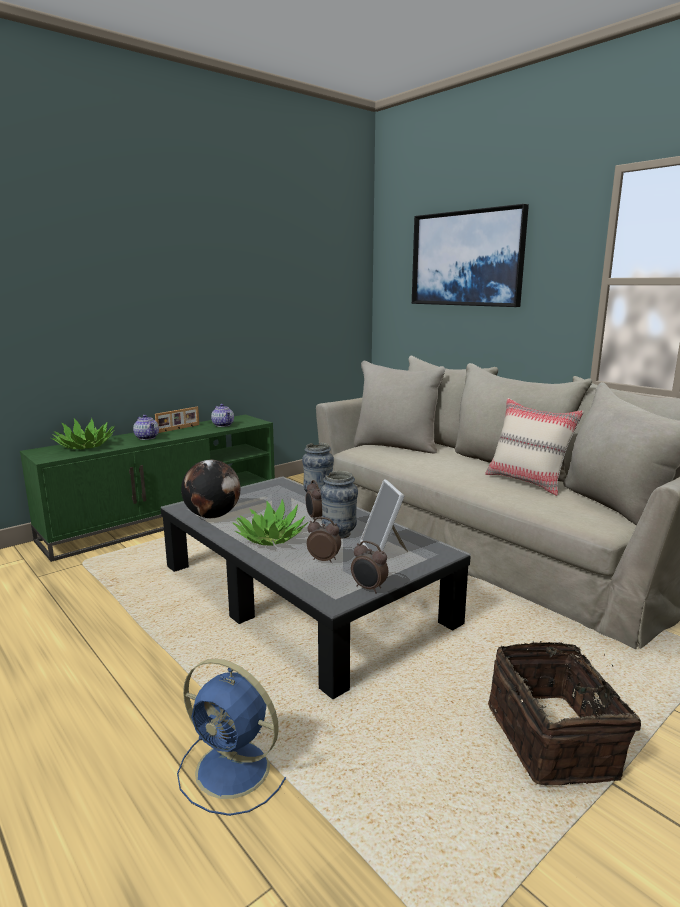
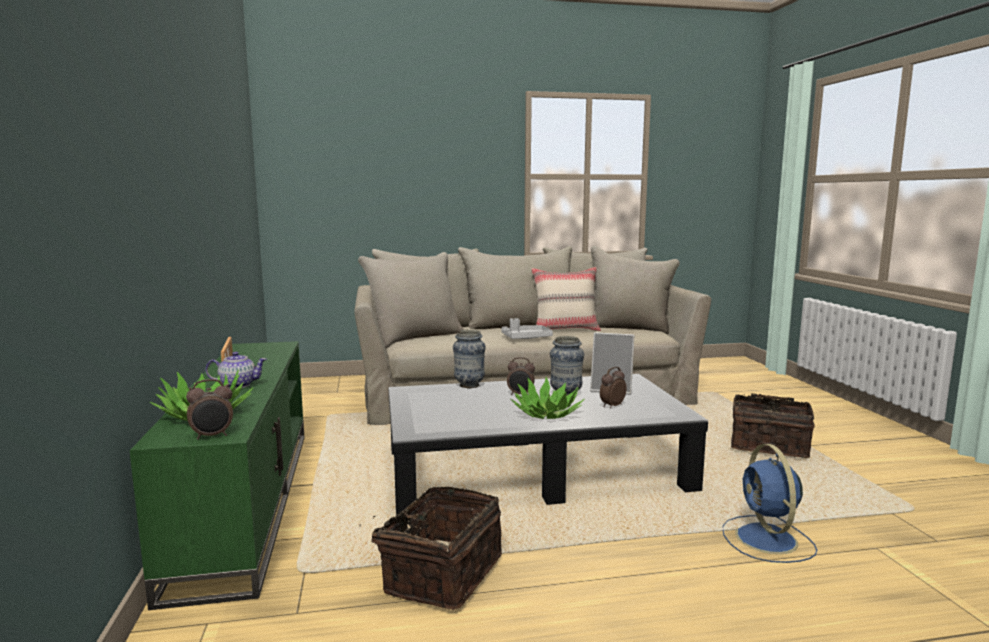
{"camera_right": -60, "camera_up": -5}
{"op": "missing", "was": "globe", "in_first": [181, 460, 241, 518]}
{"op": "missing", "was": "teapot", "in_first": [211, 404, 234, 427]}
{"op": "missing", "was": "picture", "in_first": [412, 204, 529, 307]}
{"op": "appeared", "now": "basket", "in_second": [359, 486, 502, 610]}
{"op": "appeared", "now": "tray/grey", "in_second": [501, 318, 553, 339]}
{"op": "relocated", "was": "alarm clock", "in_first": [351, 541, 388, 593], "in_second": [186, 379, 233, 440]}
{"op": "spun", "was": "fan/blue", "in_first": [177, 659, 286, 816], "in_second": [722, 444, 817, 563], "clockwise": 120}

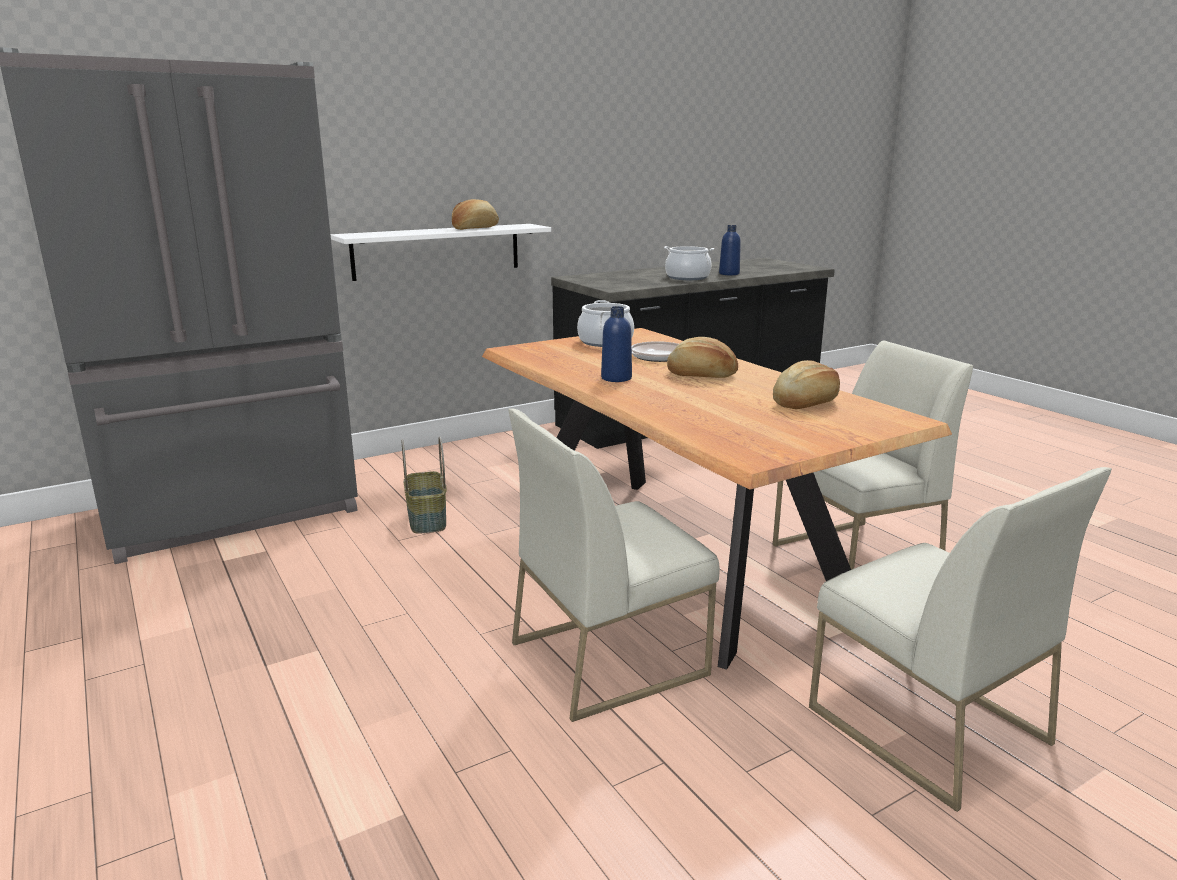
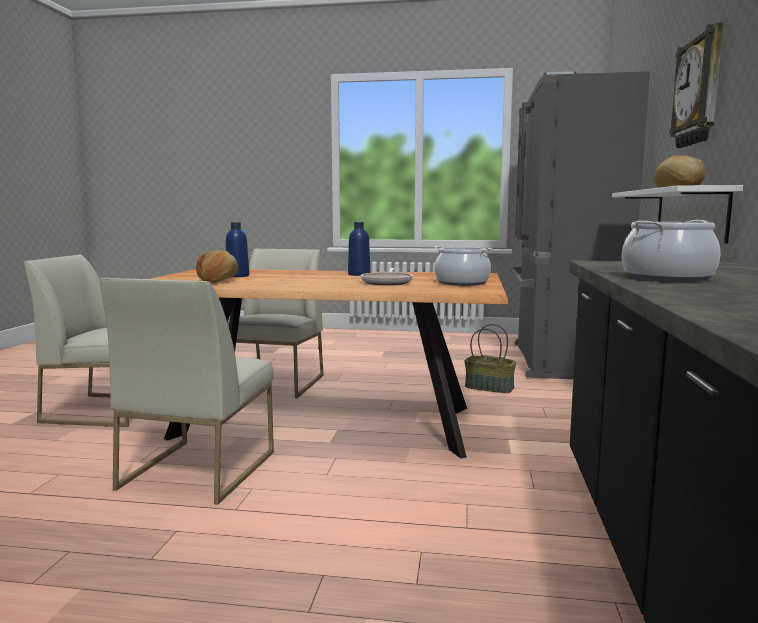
{"camera_right": 130, "camera_up": -10}
{"op": "missing", "was": "bread", "in_first": [667, 337, 738, 378]}
{"op": "appeared", "now": "wall clock", "in_second": [669, 23, 723, 148]}
{"op": "relocated", "was": "bottle/blue", "in_first": [719, 225, 741, 275], "in_second": [226, 222, 249, 277]}

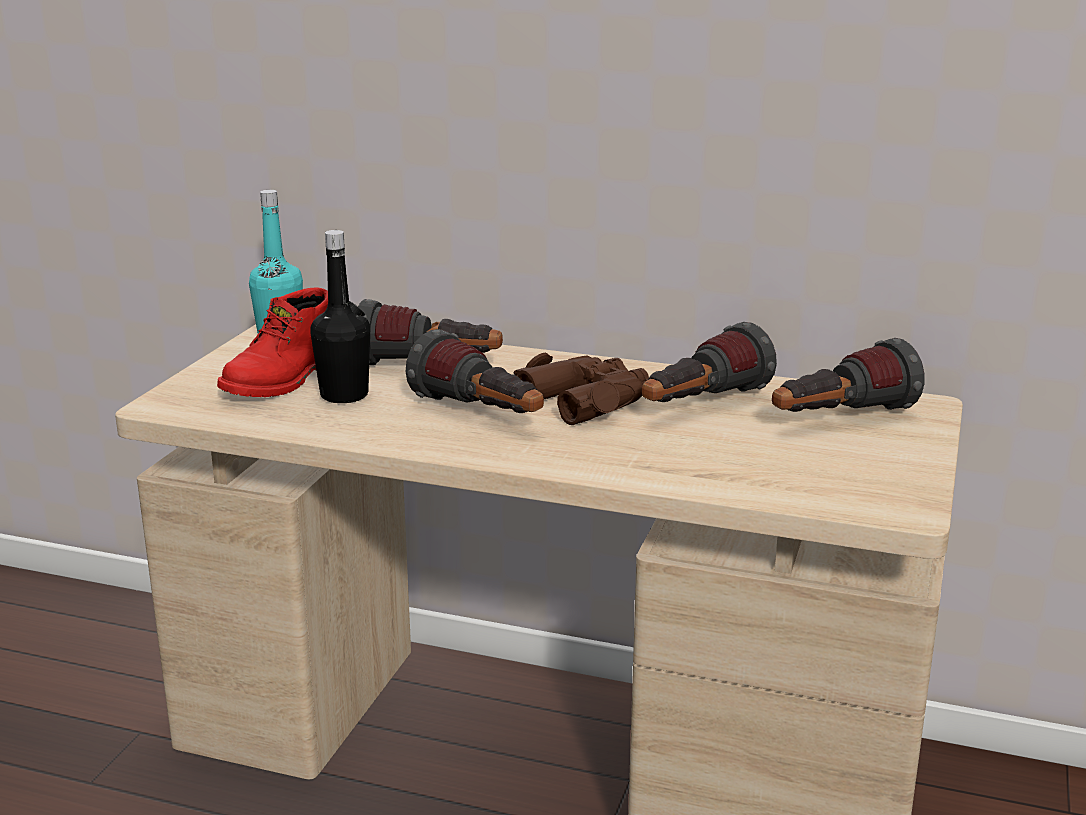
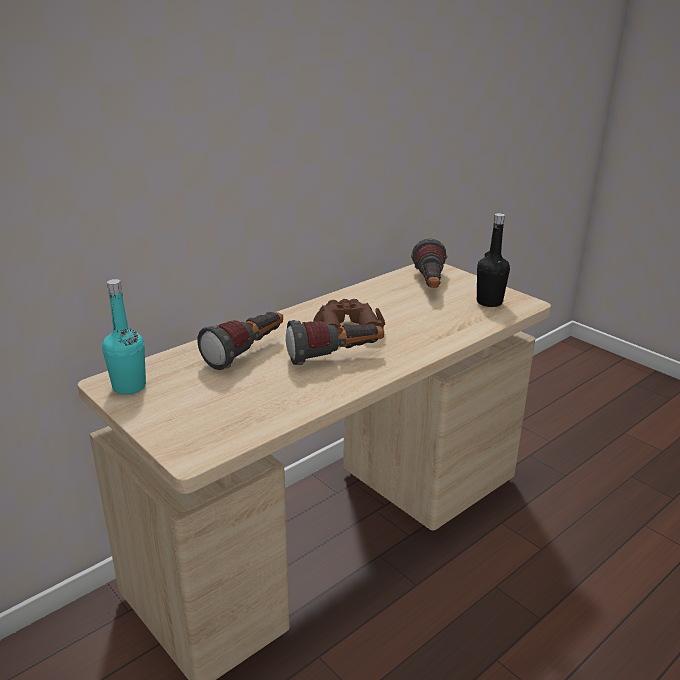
{"camera_right": -60, "camera_up": 5}
{"op": "missing", "was": "boot/red", "in_first": [217, 287, 328, 397]}
{"op": "missing", "was": "flashlight", "in_first": [642, 322, 777, 402]}
{"op": "relocated", "was": "bottle/black", "in_first": [310, 230, 370, 403], "in_second": [477, 213, 510, 307]}

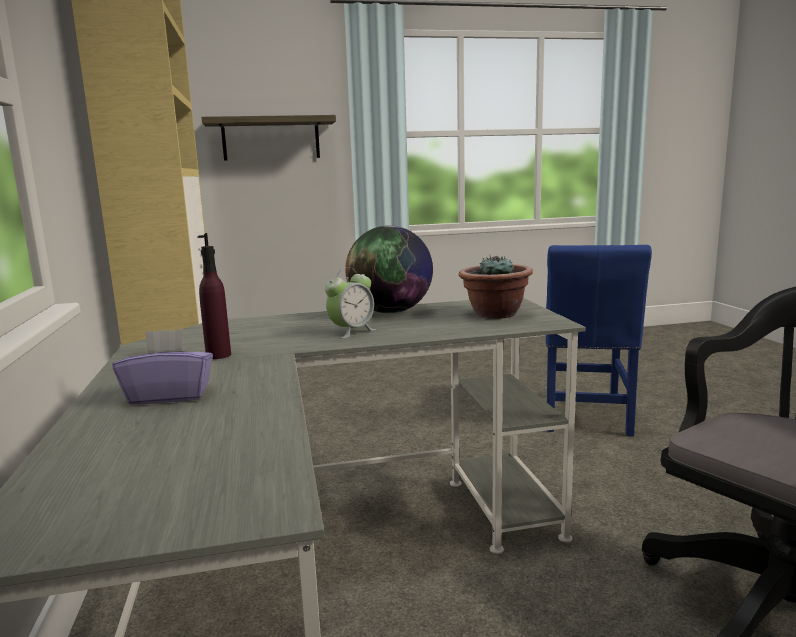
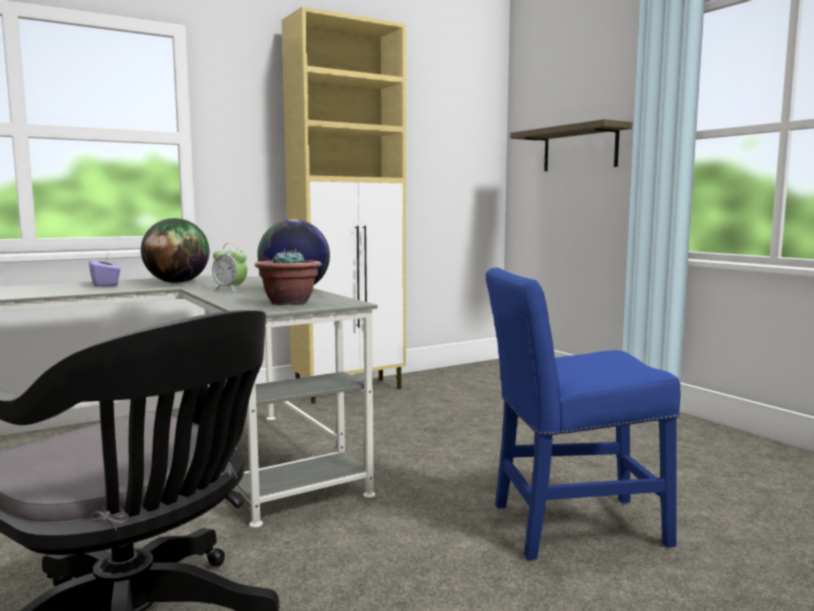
{"camera_right": 70, "camera_up": -5}
{"op": "exchanged", "was": "bottle/purple", "now": "globe", "in_first": [199, 246, 231, 359], "in_second": [141, 218, 209, 283]}

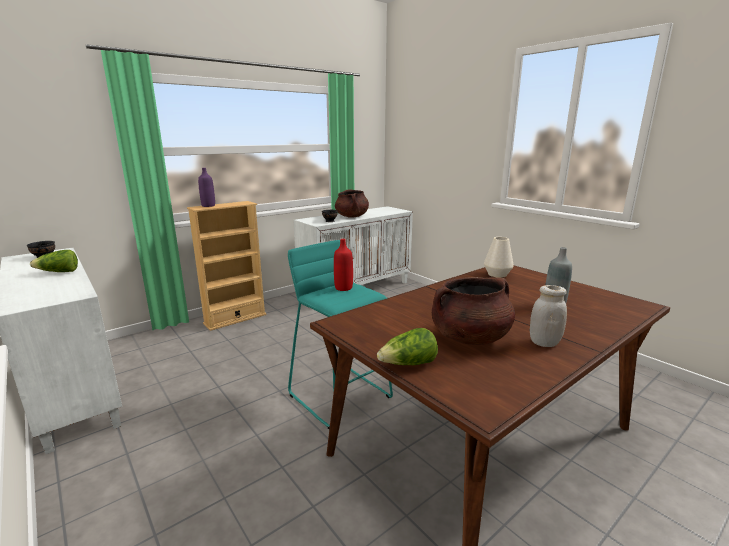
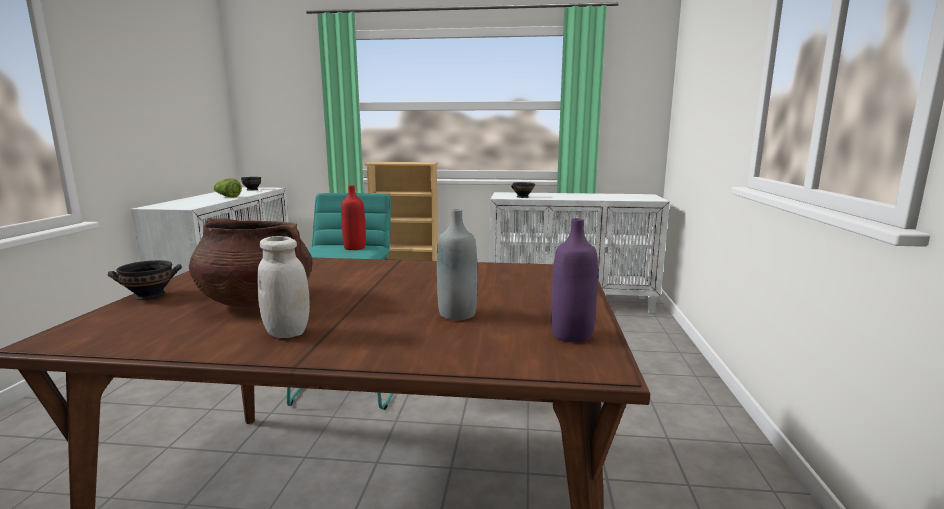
{"camera_right": 45, "camera_up": -5}
{"op": "missing", "was": "cooking pot/brown", "in_first": [335, 189, 369, 218]}
{"op": "missing", "was": "vase/white", "in_first": [484, 237, 514, 278]}
{"op": "relocated", "was": "bottle/purple", "in_first": [198, 168, 215, 207], "in_second": [551, 218, 598, 342]}
{"op": "exchanged", "was": "lettuce", "now": "bowl/black", "in_first": [377, 328, 438, 365], "in_second": [108, 260, 182, 300]}

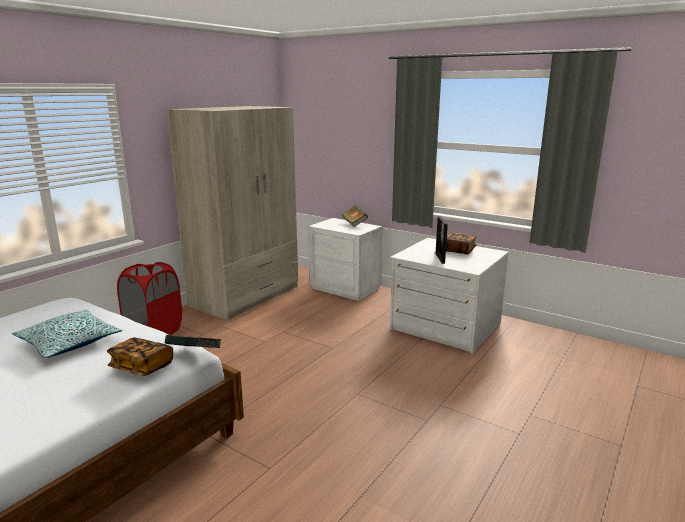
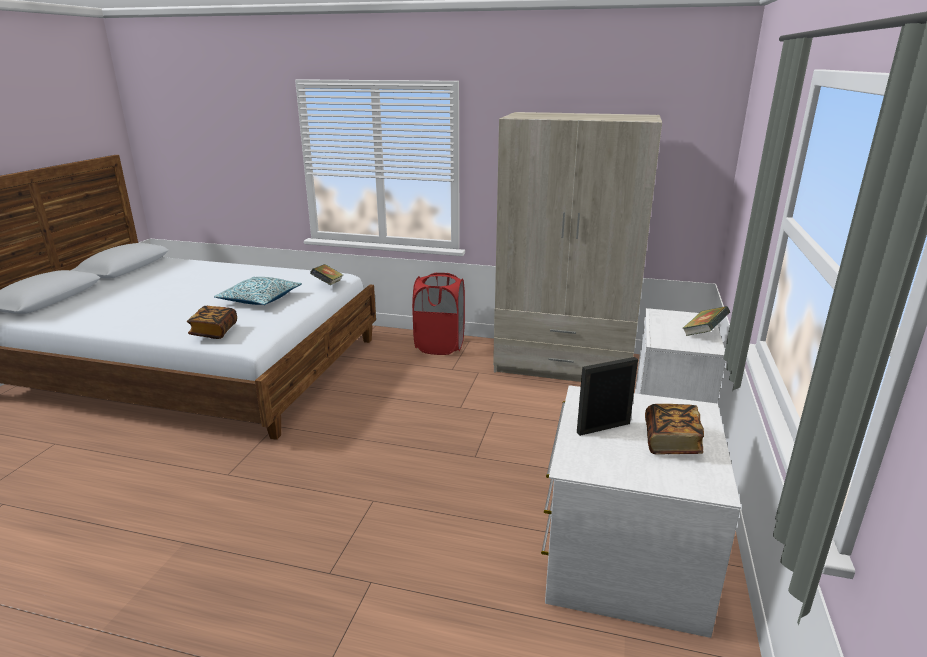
{"camera_right": 70, "camera_up": 5}
{"op": "relocated", "was": "book", "in_first": [165, 335, 221, 348], "in_second": [310, 264, 343, 285]}

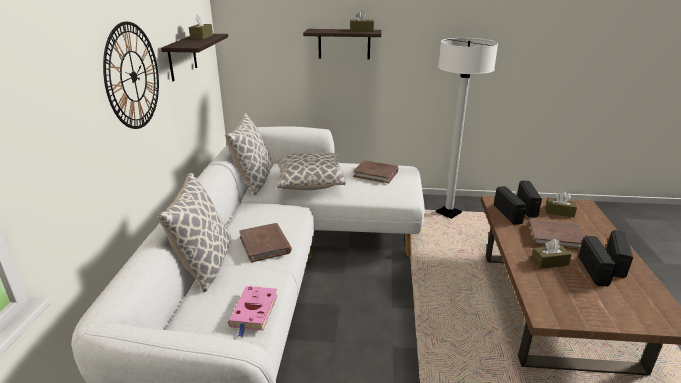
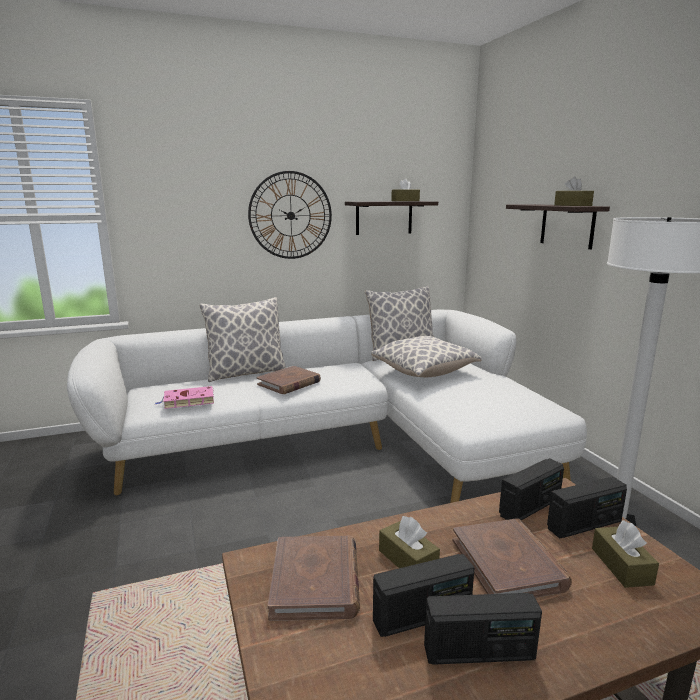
{"camera_right": 65, "camera_up": -10}
{"op": "relocated", "was": "book/brown", "in_first": [353, 160, 398, 183], "in_second": [267, 536, 360, 621]}

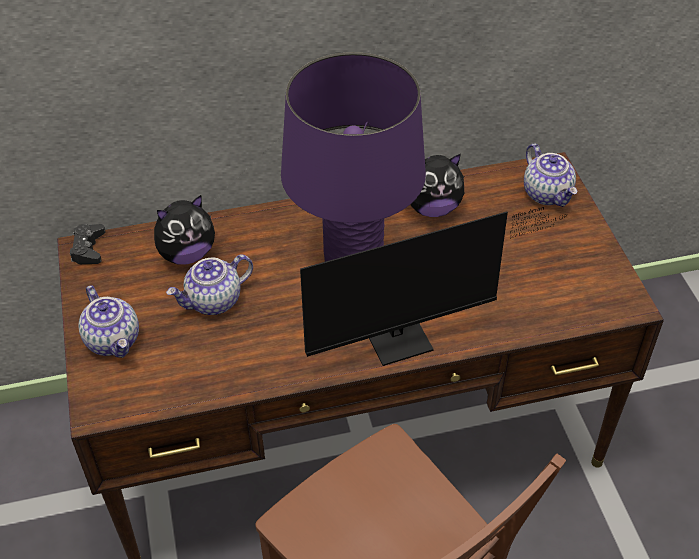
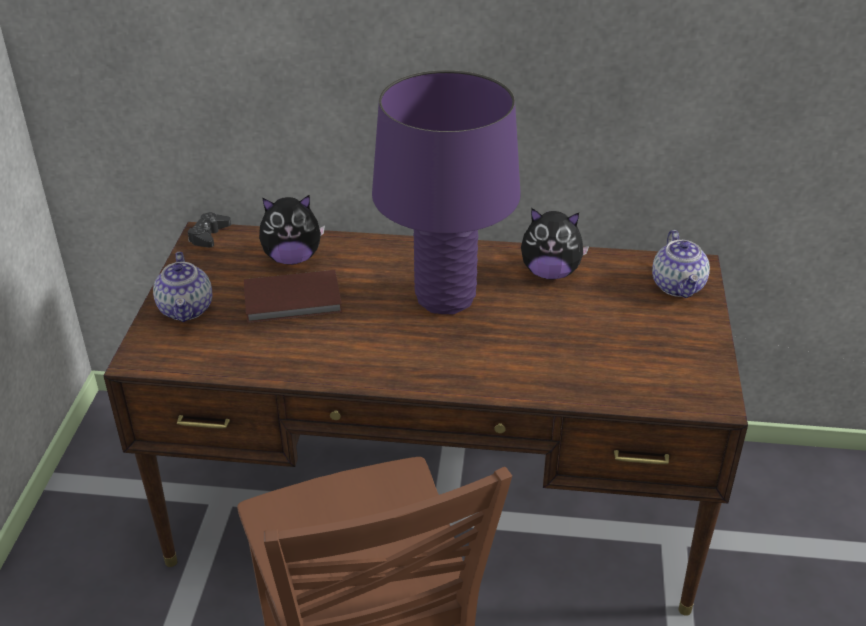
{"camera_right": 20, "camera_up": -10}
{"op": "missing", "was": "monitor", "in_first": [300, 207, 566, 366]}
{"op": "exchanged", "was": "teapot", "now": "book/brown", "in_first": [166, 255, 253, 315], "in_second": [244, 270, 342, 323]}

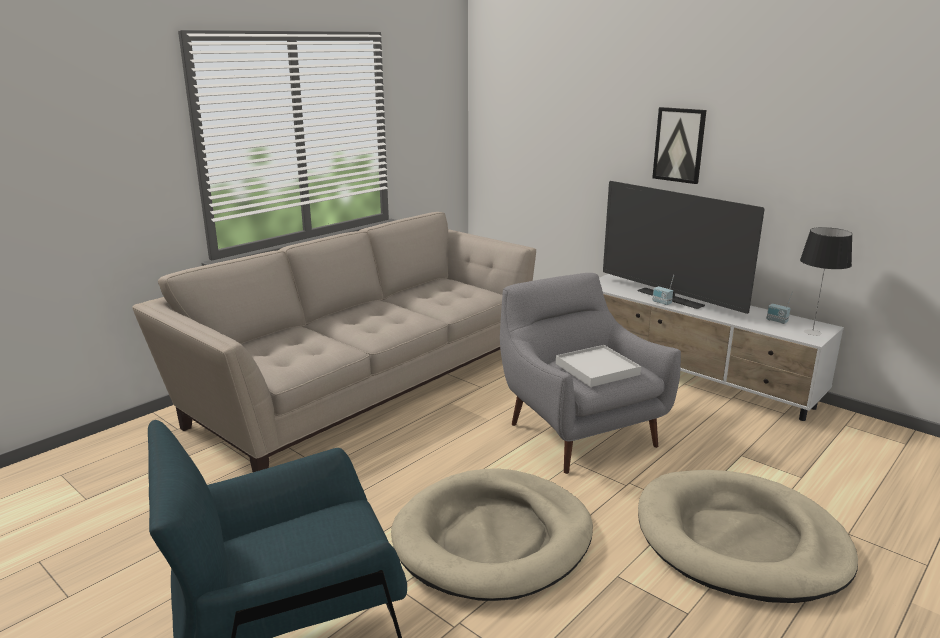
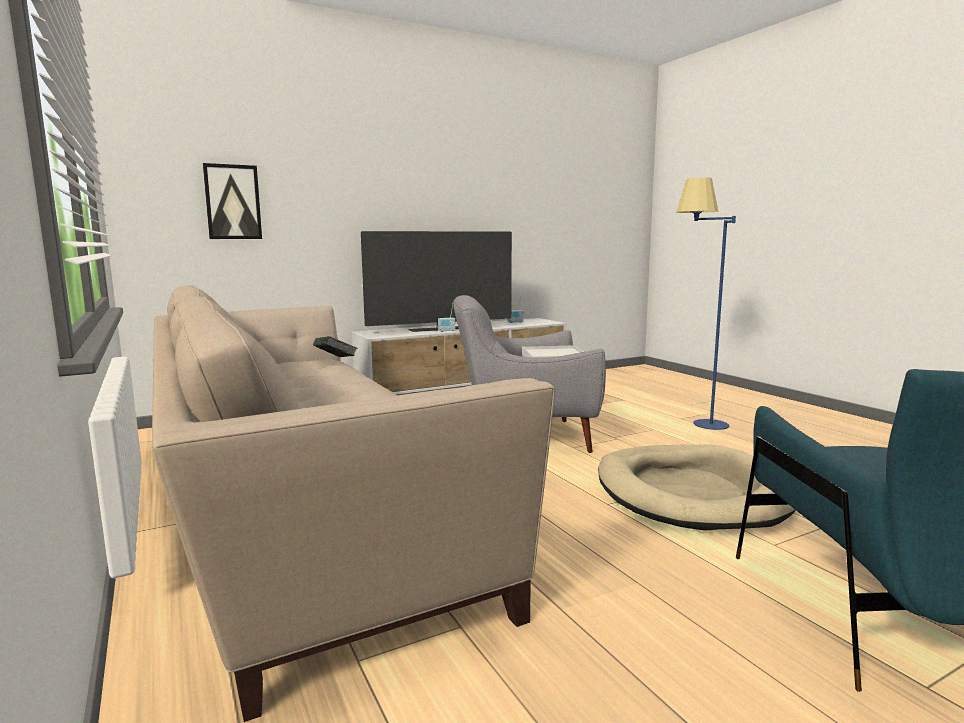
{"camera_right": -70, "camera_up": -10}
{"op": "missing", "was": "table lamp", "in_first": [800, 227, 853, 336]}
{"op": "appeared", "now": "book", "in_second": [313, 336, 358, 357]}
{"op": "relocated", "was": "picture", "in_first": [652, 107, 706, 184], "in_second": [203, 163, 262, 239]}
{"op": "exchanged", "was": "dog bed/beige", "now": "floor lamp/blue", "in_first": [638, 470, 858, 603], "in_second": [676, 178, 736, 430]}

